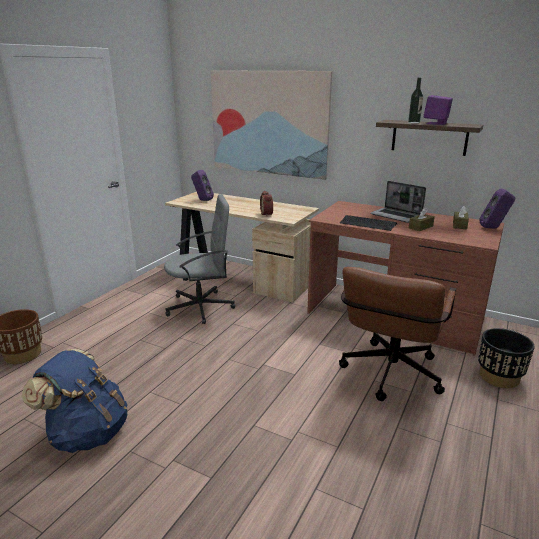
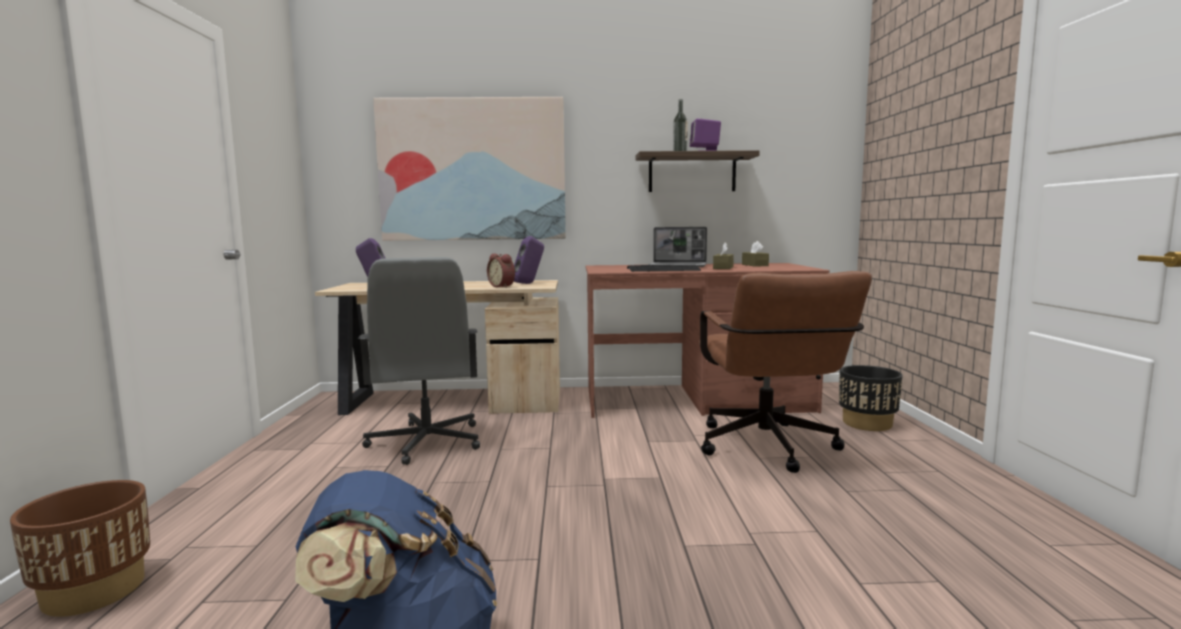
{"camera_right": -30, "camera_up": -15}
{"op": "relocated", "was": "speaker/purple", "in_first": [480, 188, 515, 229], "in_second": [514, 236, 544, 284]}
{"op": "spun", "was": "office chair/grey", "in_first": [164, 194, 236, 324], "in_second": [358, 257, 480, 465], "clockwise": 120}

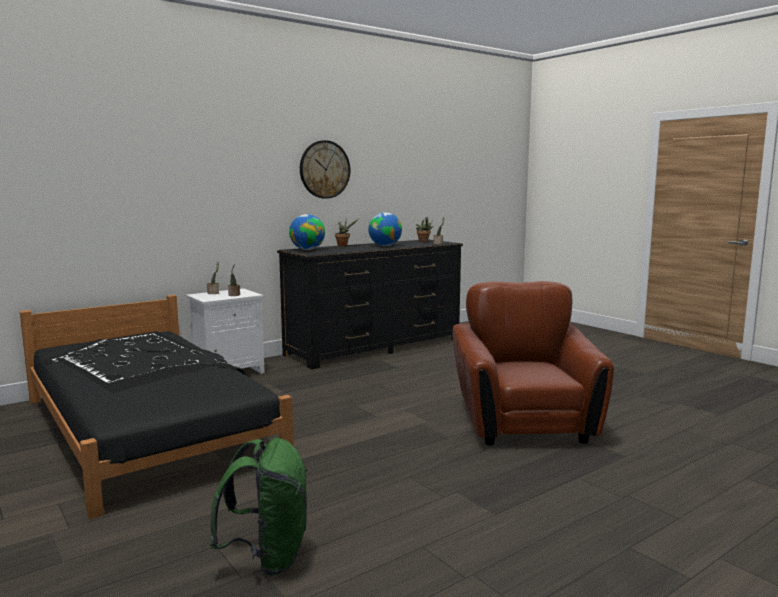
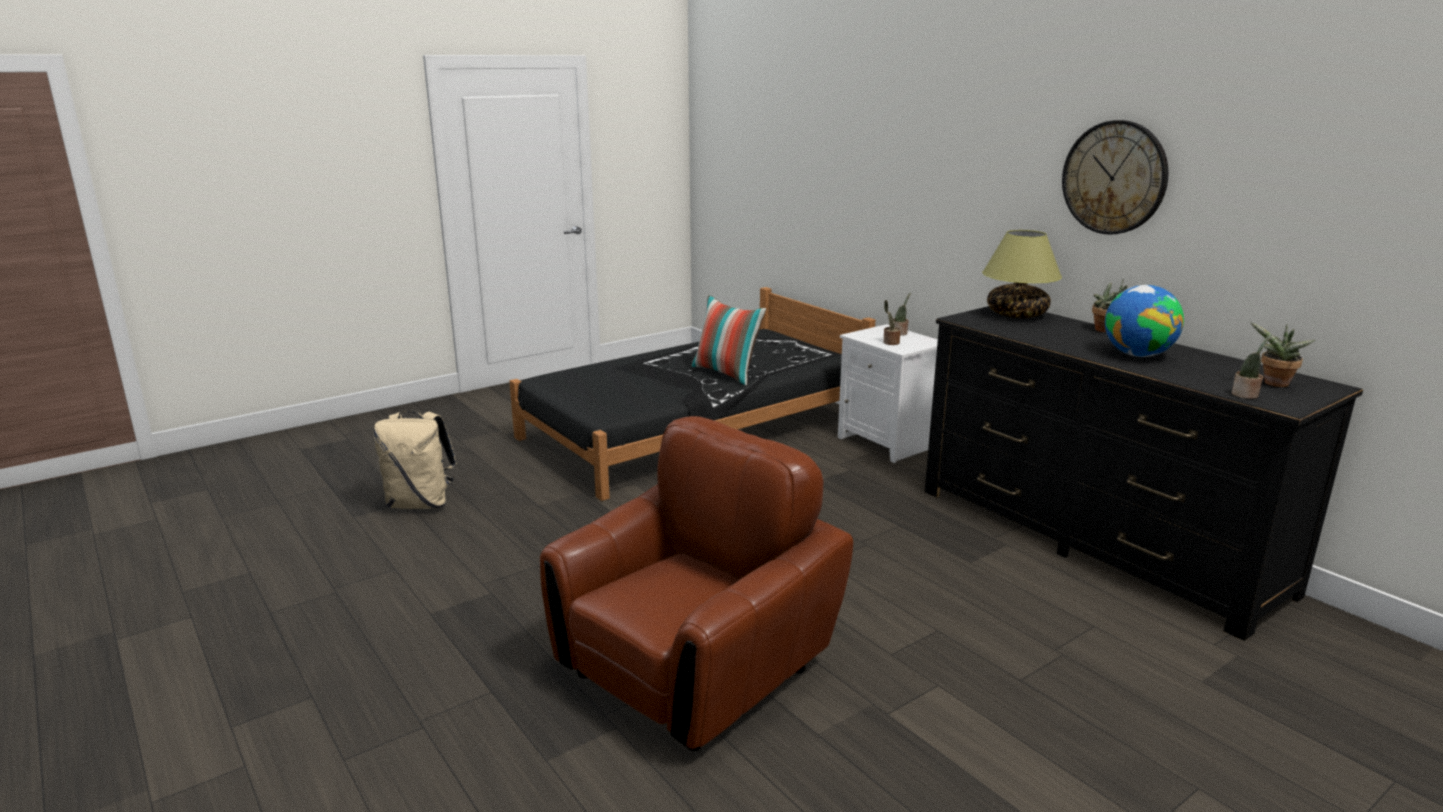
{"camera_right": 90, "camera_up": 10}
{"op": "appeared", "now": "pillow", "in_second": [691, 295, 766, 386]}
{"op": "exchanged", "was": "globe", "now": "table lamp", "in_first": [289, 214, 325, 250], "in_second": [982, 230, 1062, 318]}
{"op": "colour", "was": "backpack/green", "now": "backpack/beige", "in_first": [209, 438, 307, 576], "in_second": [373, 411, 457, 509]}
{"op": "spun", "was": "armchair/brown", "in_first": [453, 281, 614, 446], "in_second": [540, 416, 853, 751], "clockwise": -45}

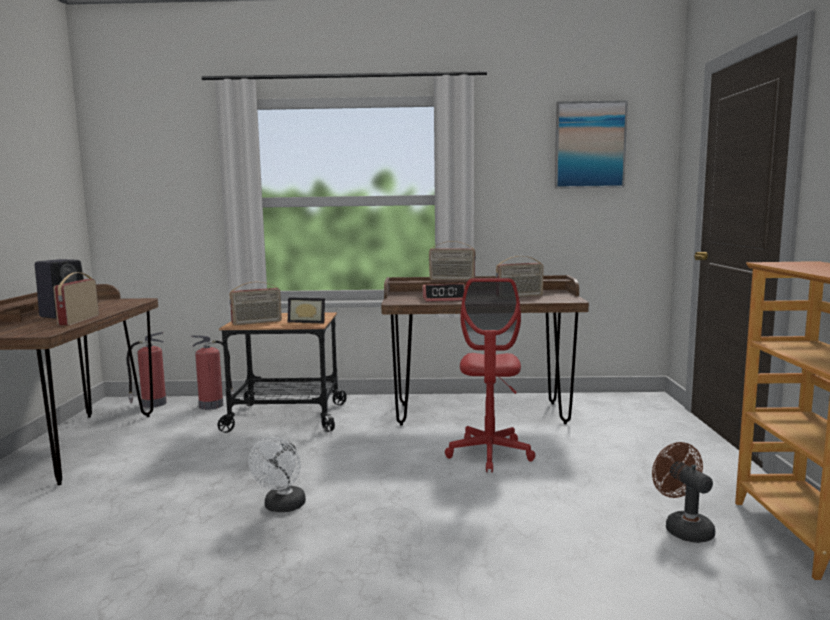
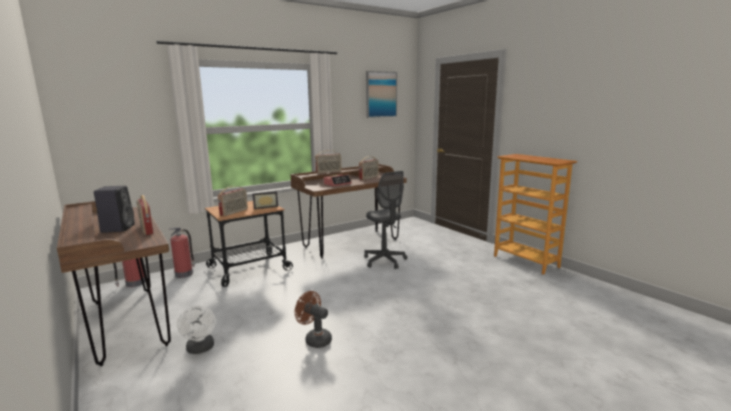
{"camera_right": -35, "camera_up": 5}
{"op": "relocated", "was": "fan/white", "in_first": [248, 437, 306, 512], "in_second": [177, 306, 216, 354]}
{"op": "relocated", "was": "fan/brown", "in_first": [652, 442, 715, 543], "in_second": [295, 291, 332, 348]}
{"op": "colour", "was": "office chair/red", "now": "office chair/grey", "in_first": [445, 278, 535, 472], "in_second": [364, 171, 407, 269]}

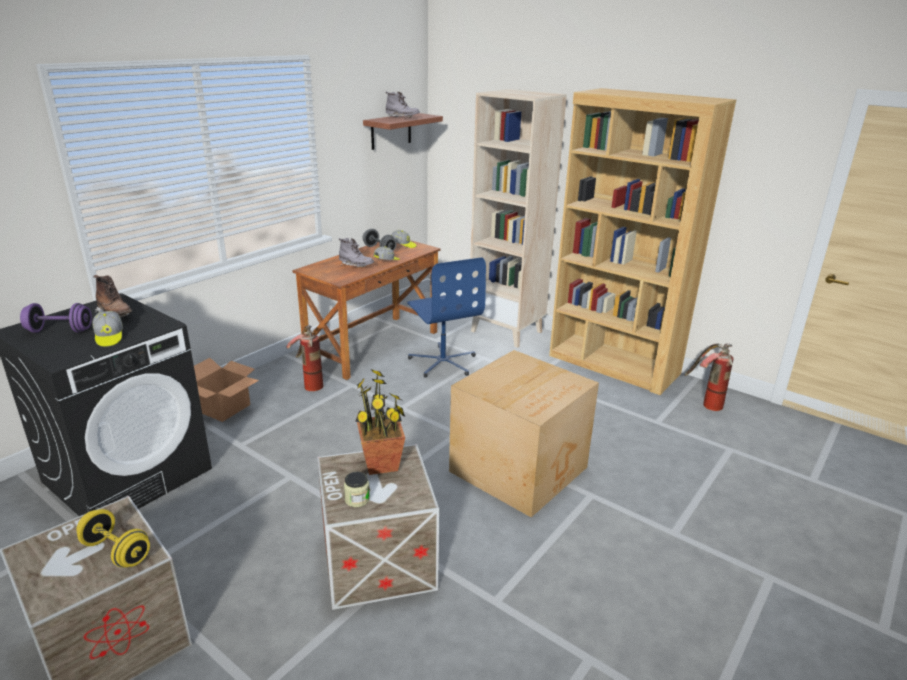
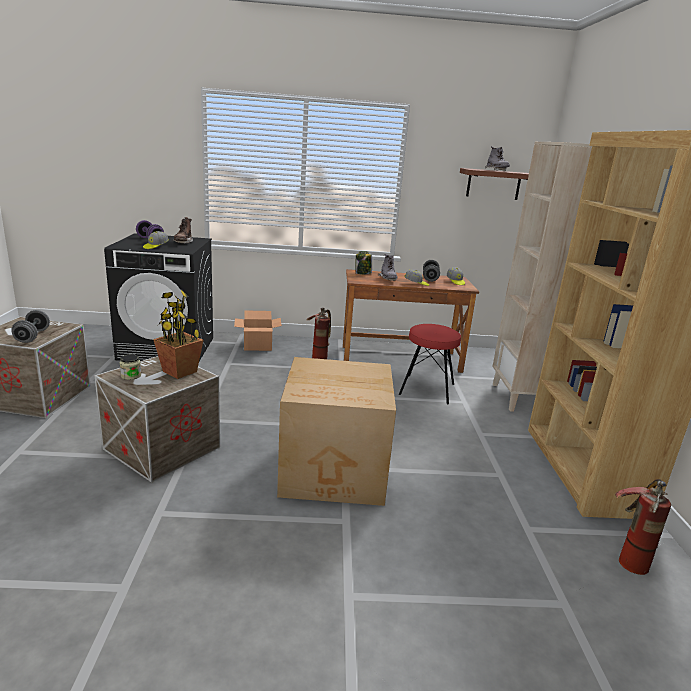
{"camera_right": 50, "camera_up": -5}
{"op": "appeared", "now": "jar", "in_second": [356, 251, 372, 274]}
{"op": "exchanged", "was": "office chair/blue", "now": "stool/red", "in_first": [407, 257, 486, 378], "in_second": [399, 324, 461, 404]}
{"op": "colour", "was": "dumbbell/yellow", "now": "dumbbell/grey", "in_first": [76, 509, 150, 568], "in_second": [11, 310, 50, 343]}

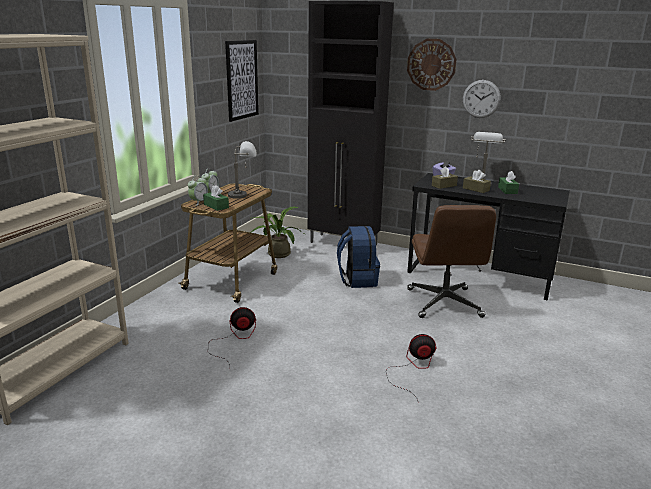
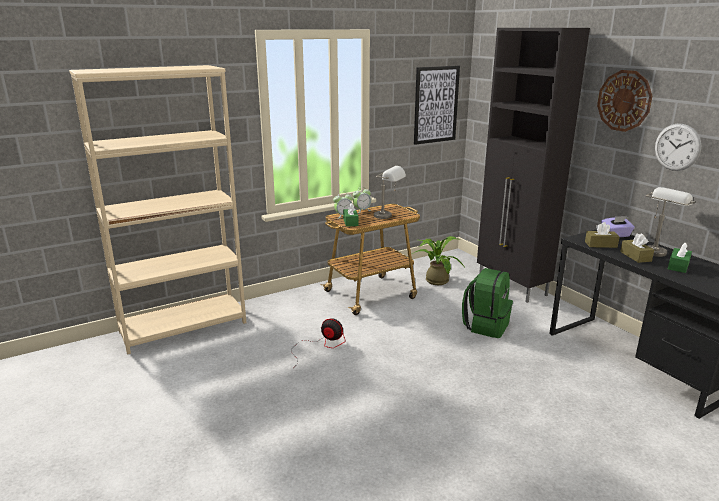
{"camera_right": 35, "camera_up": 0}
{"op": "missing", "was": "fan", "in_first": [386, 334, 437, 401]}
{"op": "missing", "was": "office chair/brown", "in_first": [407, 205, 496, 318]}
{"op": "colour", "was": "backpack/blue", "now": "backpack/green", "in_first": [337, 226, 380, 288], "in_second": [462, 268, 513, 338]}

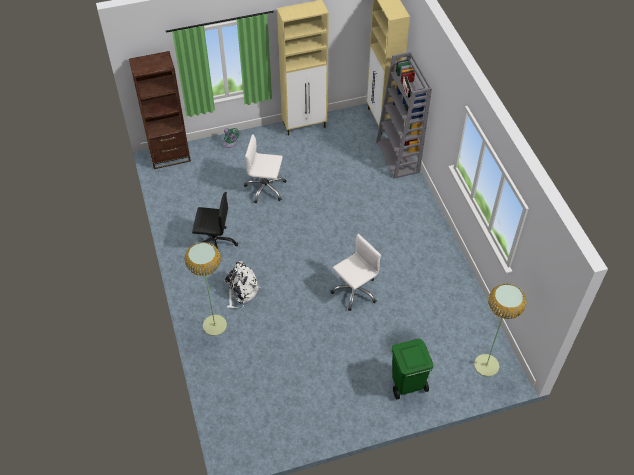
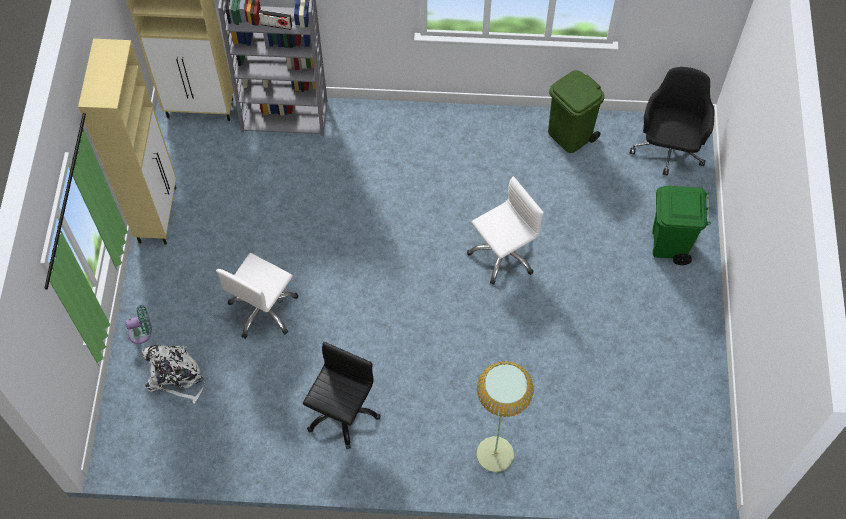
{"camera_right": -70, "camera_up": 10}
{"op": "missing", "was": "bookcase/brown", "in_first": [129, 51, 191, 169]}
{"op": "appeared", "now": "trash can/green", "in_second": [548, 70, 605, 153]}
{"op": "relocated", "was": "backpack/white", "in_first": [224, 261, 261, 308], "in_second": [142, 345, 205, 404]}
{"op": "exchanged", "was": "floor lamp", "now": "office chair/black", "in_first": [474, 284, 526, 377], "in_second": [630, 67, 715, 176]}
{"op": "spun", "was": "office chair/white", "in_first": [331, 234, 381, 311], "in_second": [467, 176, 544, 284], "clockwise": 75}

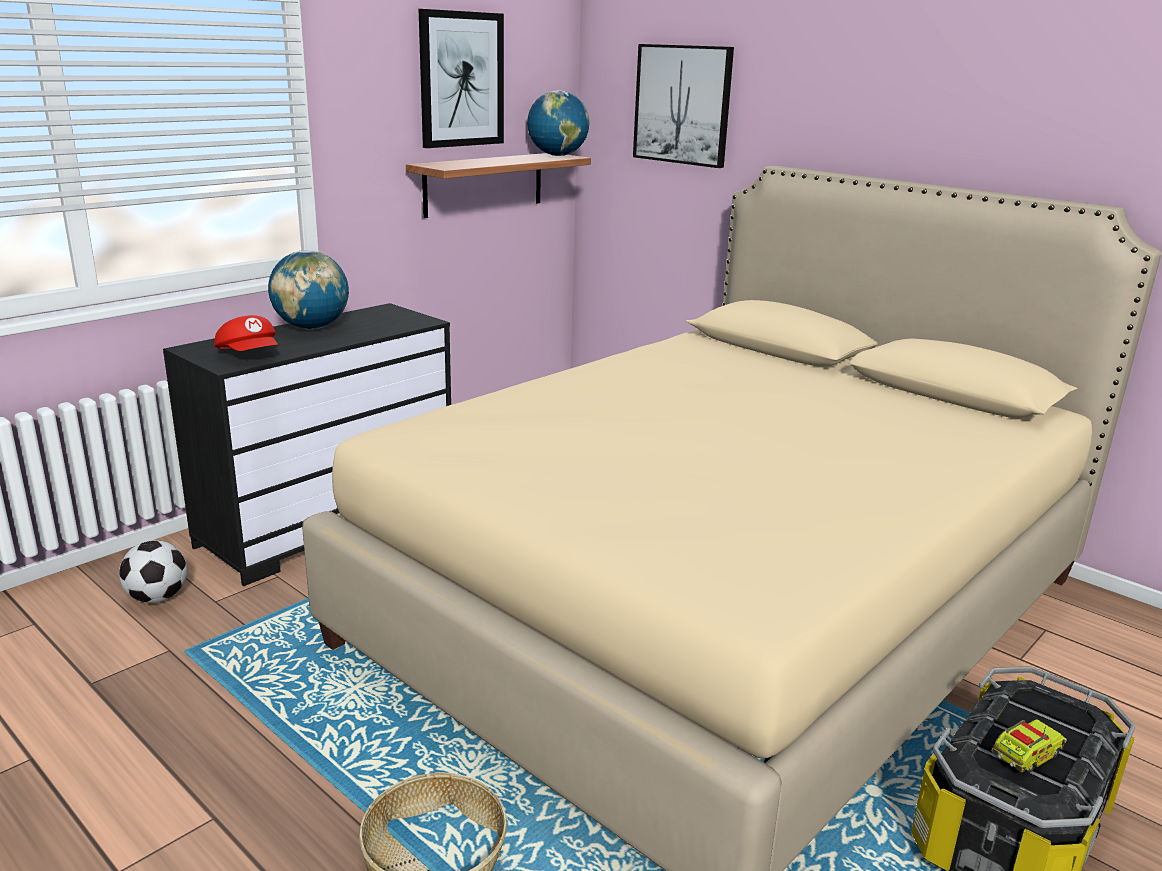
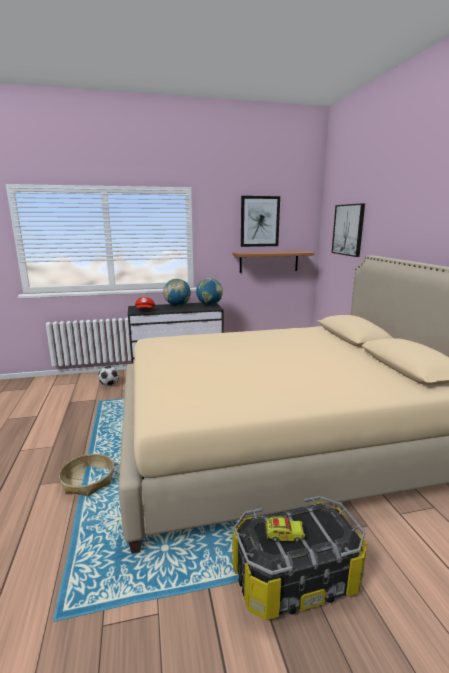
{"camera_right": 35, "camera_up": -5}
{"op": "relocated", "was": "globe", "in_first": [527, 90, 589, 156], "in_second": [196, 278, 223, 305]}

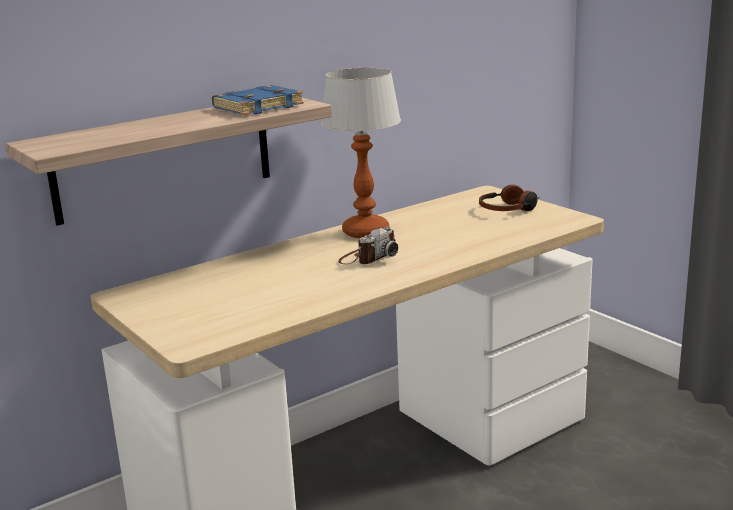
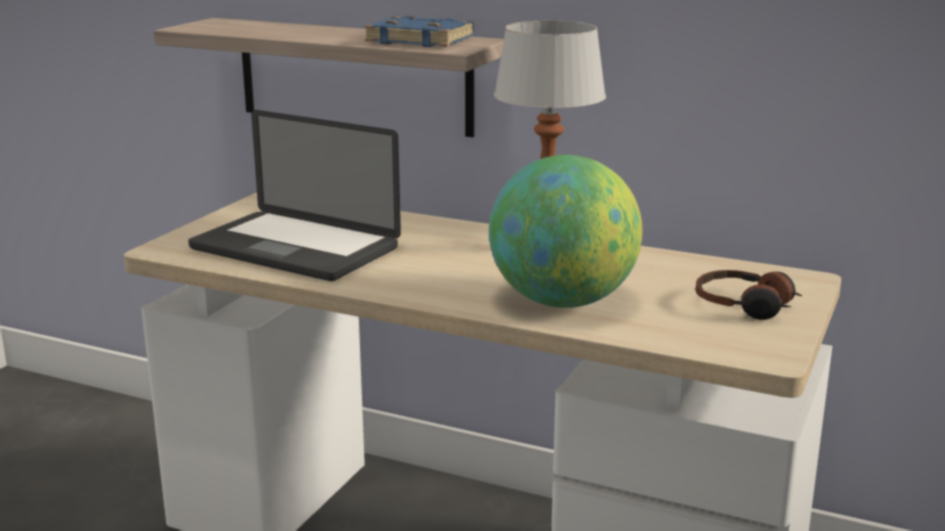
{"camera_right": 60, "camera_up": 0}
{"op": "missing", "was": "photo camera", "in_first": [338, 227, 398, 264]}
{"op": "appeared", "now": "laptop", "in_second": [188, 110, 401, 281]}
{"op": "appeared", "now": "globe", "in_second": [489, 155, 642, 308]}

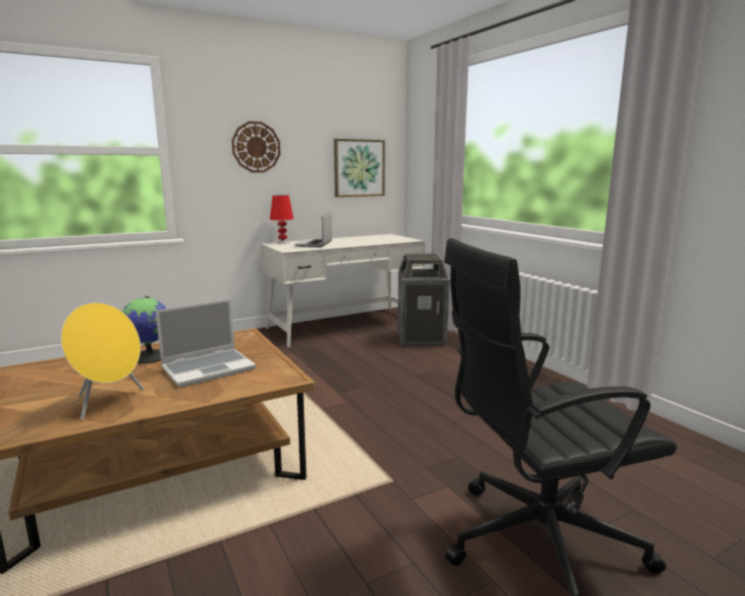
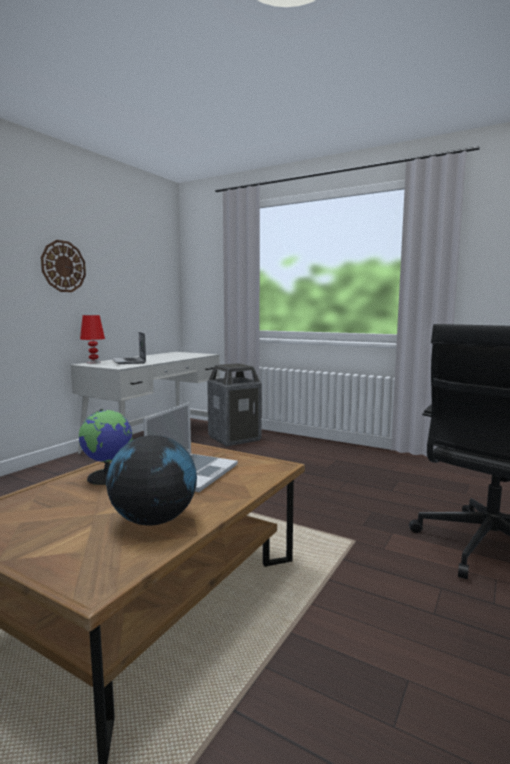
{"camera_right": -30, "camera_up": -5}
{"op": "missing", "was": "picture", "in_first": [334, 139, 385, 197]}
{"op": "exchanged", "was": "speaker/yellow", "now": "globe", "in_first": [61, 302, 144, 420], "in_second": [106, 435, 197, 526]}

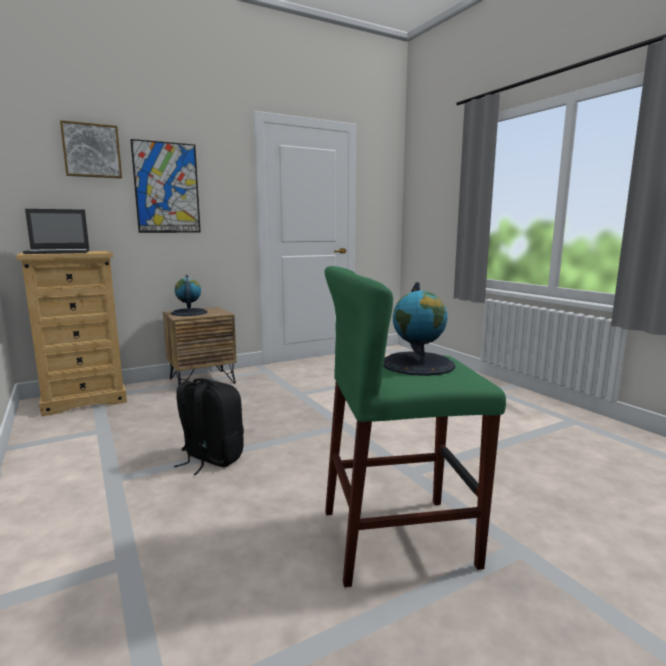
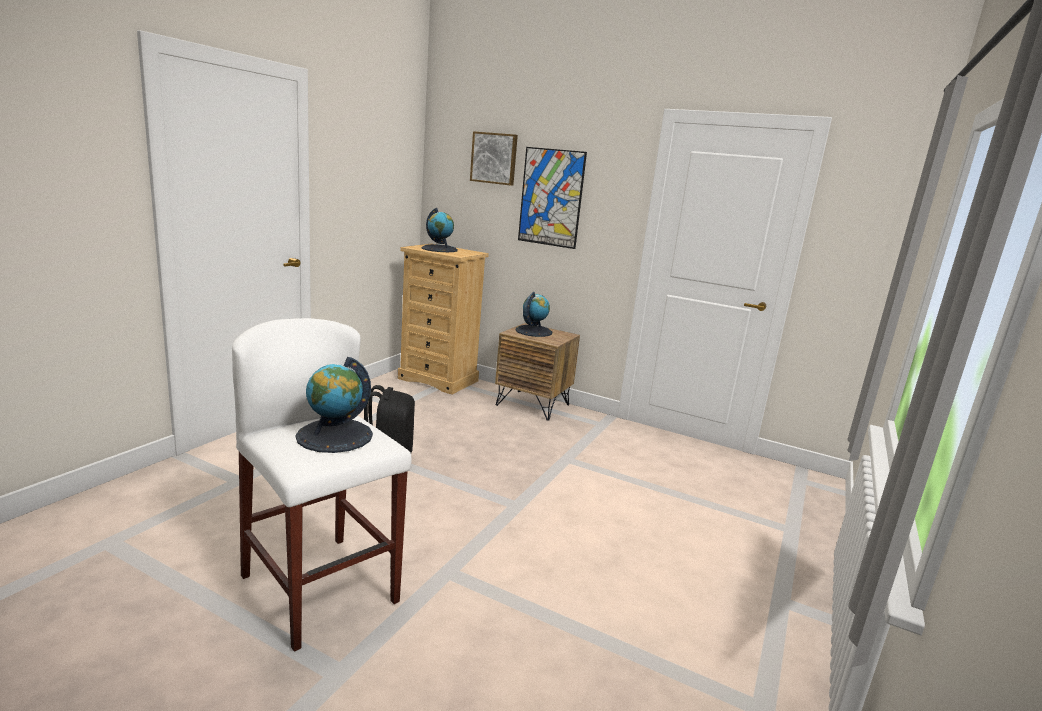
{"camera_right": 55, "camera_up": 5}
{"op": "exchanged", "was": "laptop", "now": "globe", "in_first": [23, 209, 89, 254], "in_second": [422, 208, 458, 252]}
{"op": "colour", "was": "stool/green", "now": "stool/white", "in_first": [324, 266, 506, 587], "in_second": [232, 318, 412, 652]}

